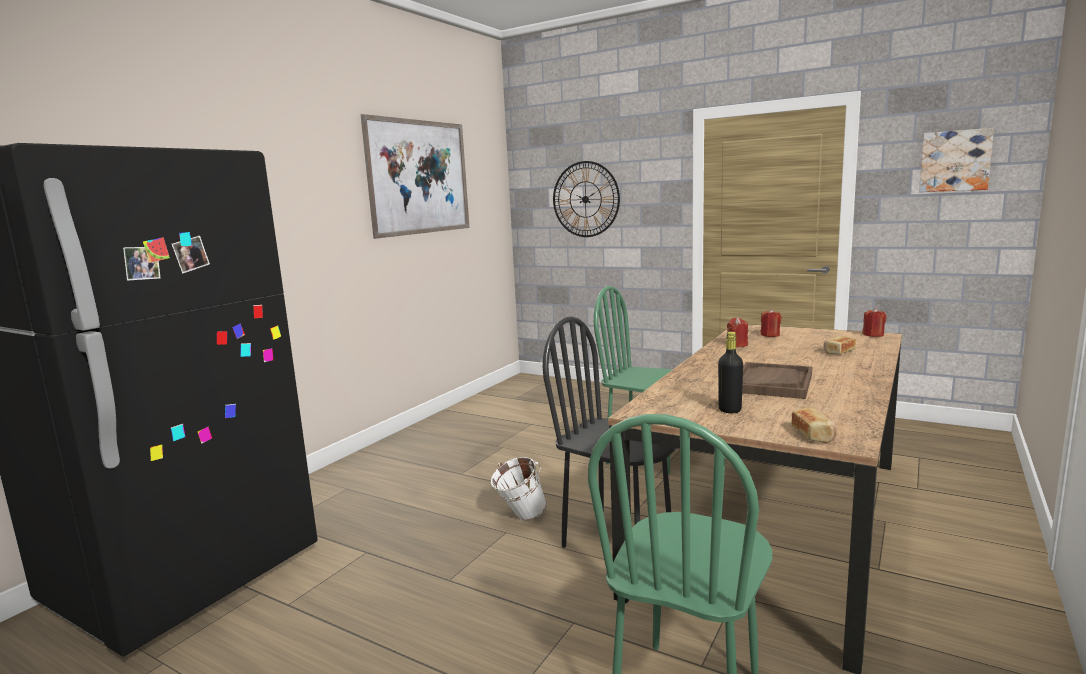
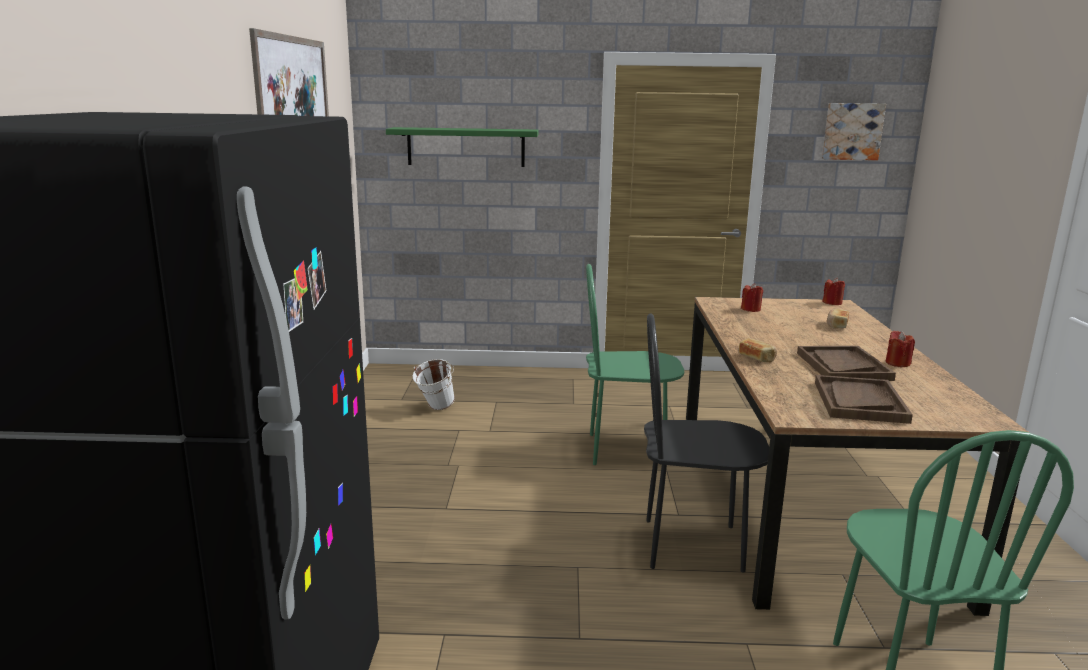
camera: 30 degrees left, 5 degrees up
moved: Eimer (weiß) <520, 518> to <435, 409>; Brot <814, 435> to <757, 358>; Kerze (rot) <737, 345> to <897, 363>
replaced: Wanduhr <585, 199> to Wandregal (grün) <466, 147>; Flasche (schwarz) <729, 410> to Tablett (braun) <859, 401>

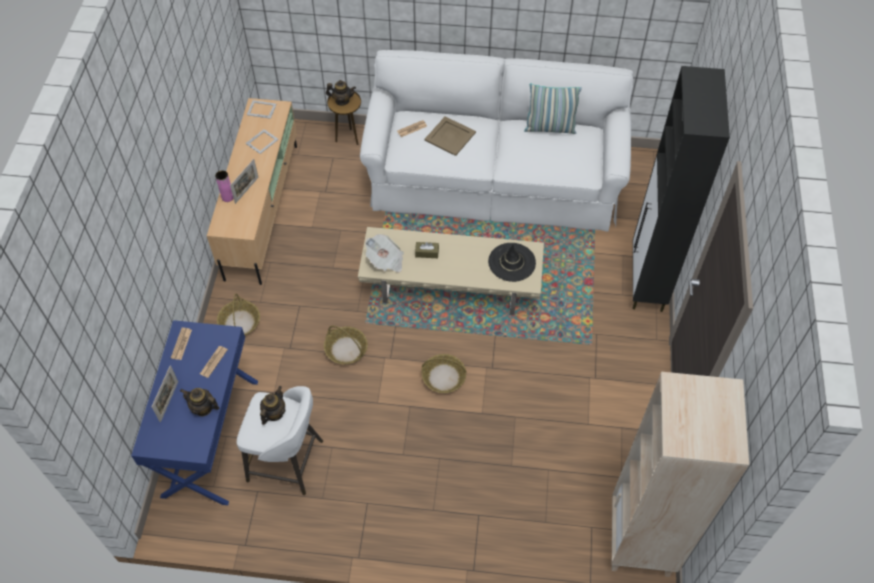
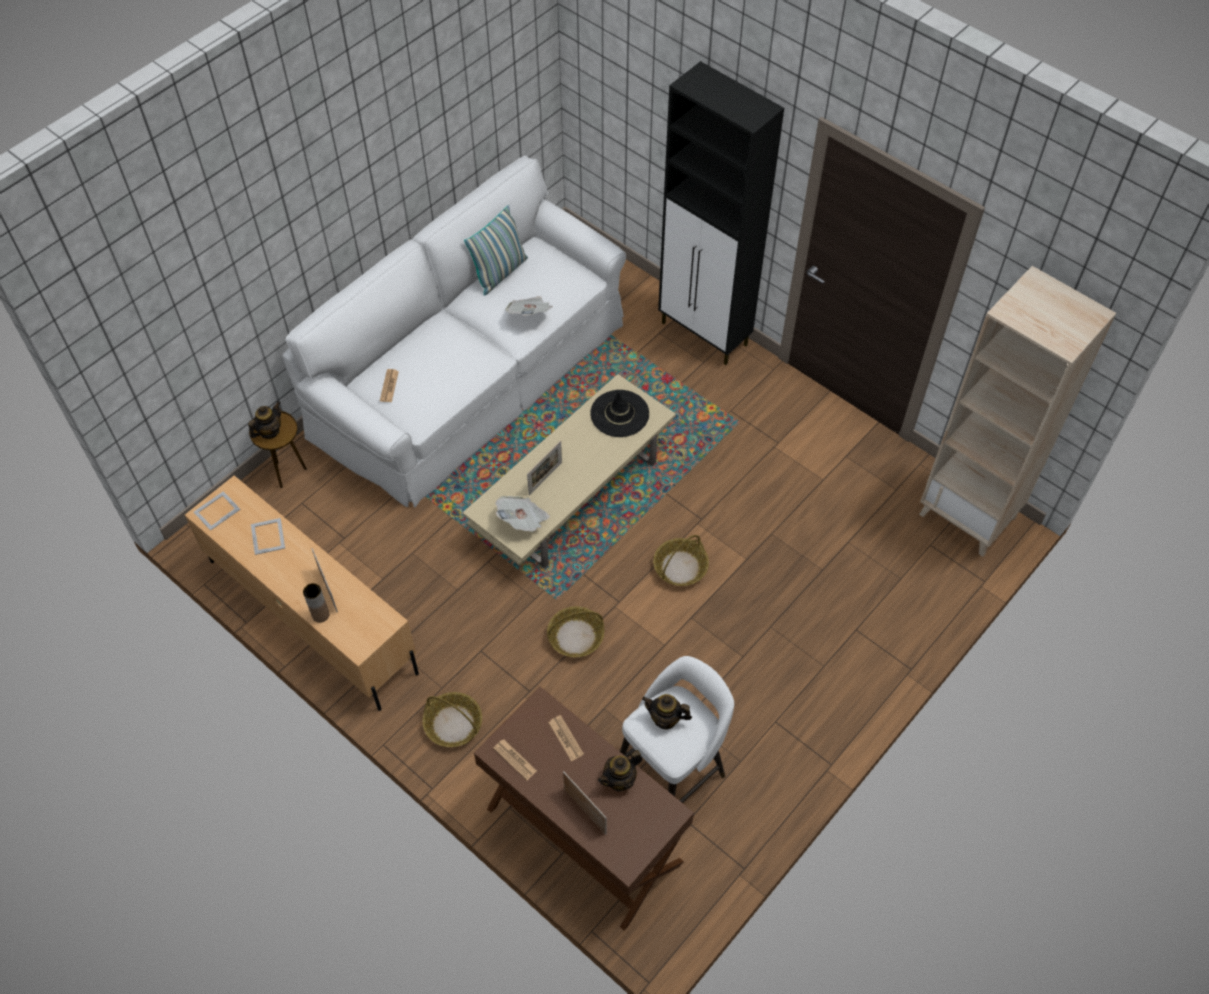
camera: 55 degrees left, 0 degrees up
removed: Tablett (beige) <450, 136>
added: Zeitung <530, 314>
replaced: Taschentuchbox (braun) <427, 253> to Bilderrahmen <545, 478>
recoloured: Vase (rosa) <227, 197> to Vase (braun) <320, 615>; Schreibtisch (blau) <209, 437> to Schreibtisch (braun) <583, 836>
turned: Teekanne <274, 413> = <665, 719> 45 degrees counterclockwise

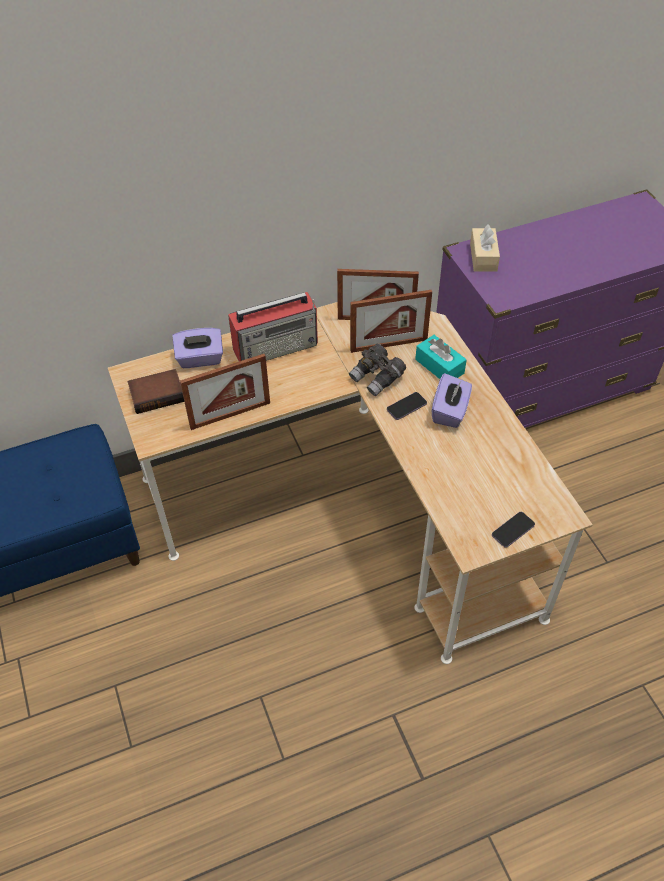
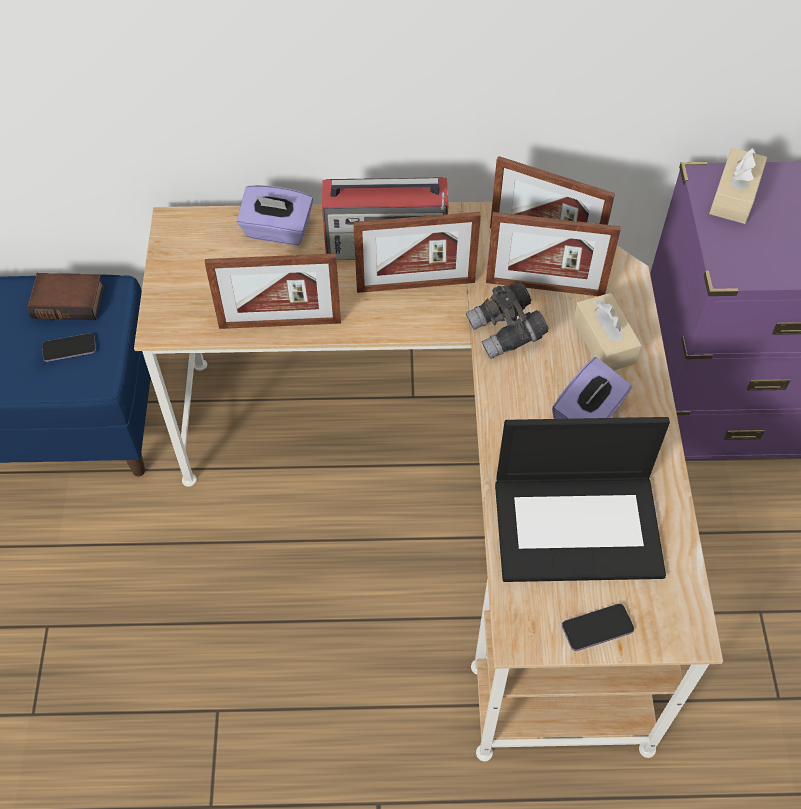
camera: 20 degrees right, 5 degrees up
added: Bilderrahmen <416, 285>; Laptop <579, 526>
moved: Buch <157, 394> to <69, 300>; Handy <406, 407> to <69, 348>
recoloured: Taschentuchbox (türkis) <439, 366> to Taschentuchbox (beige) <604, 342>

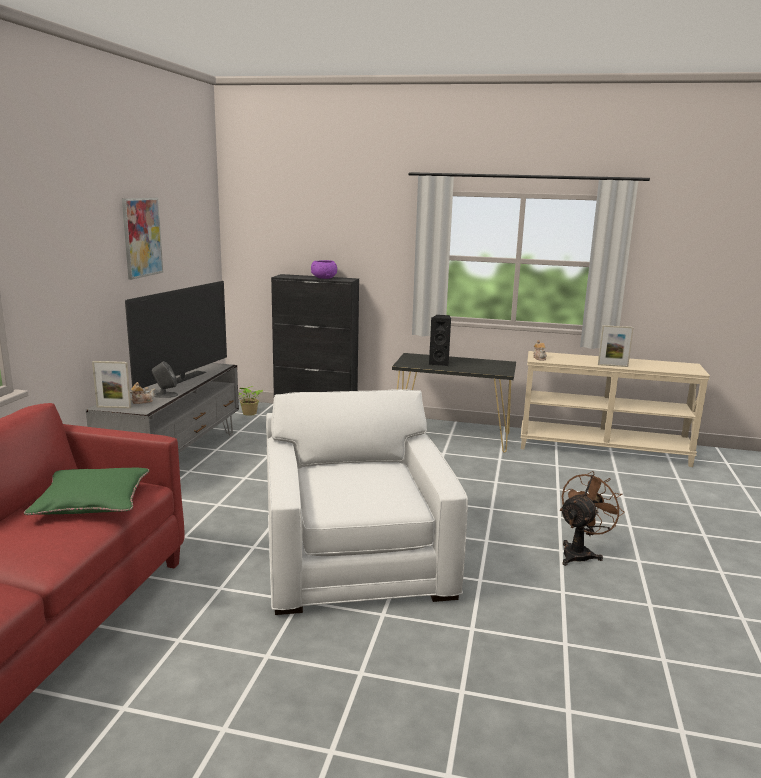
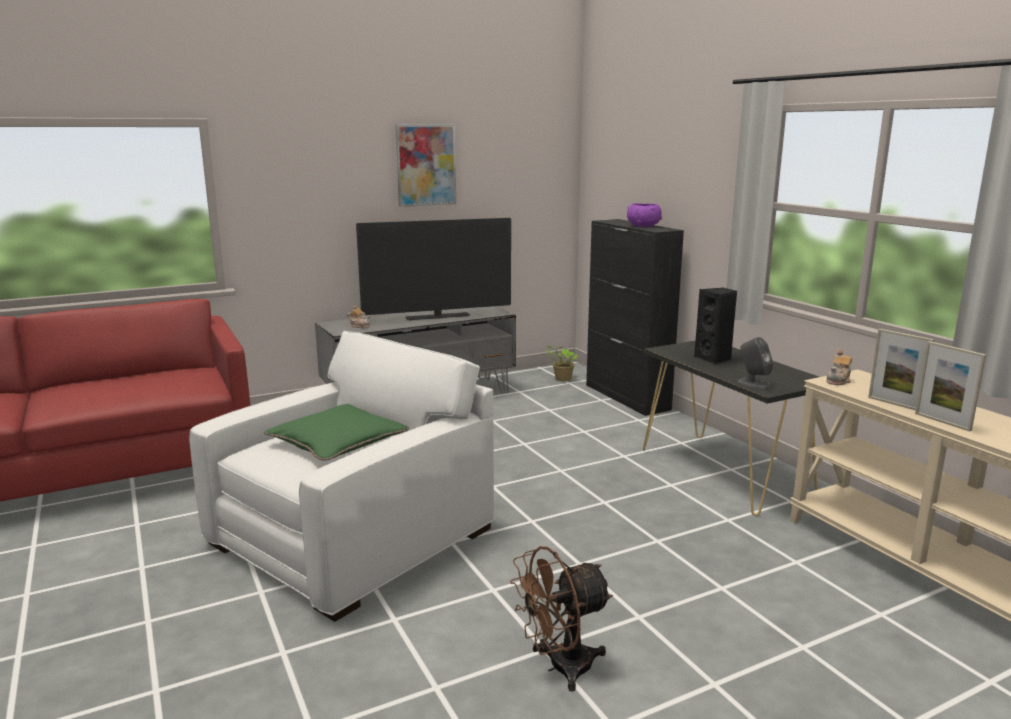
camera: 50 degrees right, 0 degrees up
moved: Kissen (grün) <92, 501> to <338, 442>; Lautsprecher (grau) <165, 395> to <753, 383>; Bilderrahmen <114, 407> to <894, 404>
turned: Ventilator (braun) <580, 553> = <560, 667> 150 degrees clockwise

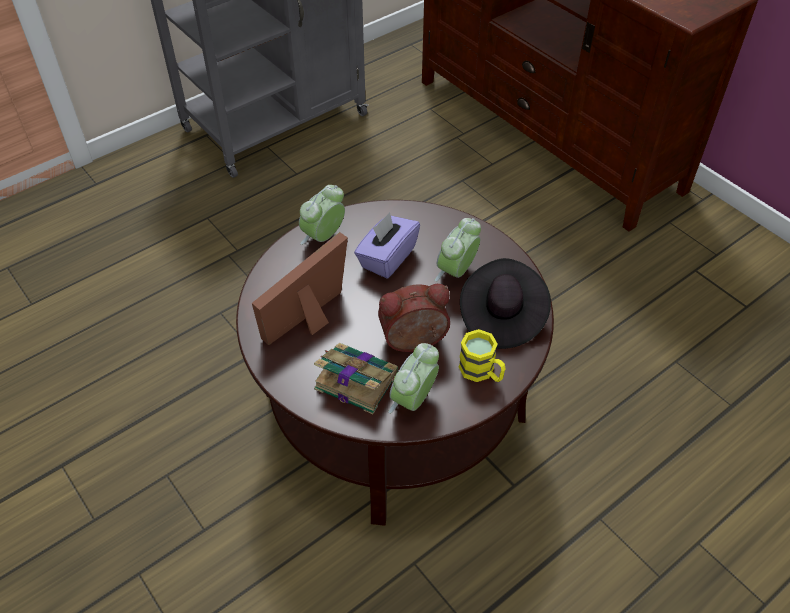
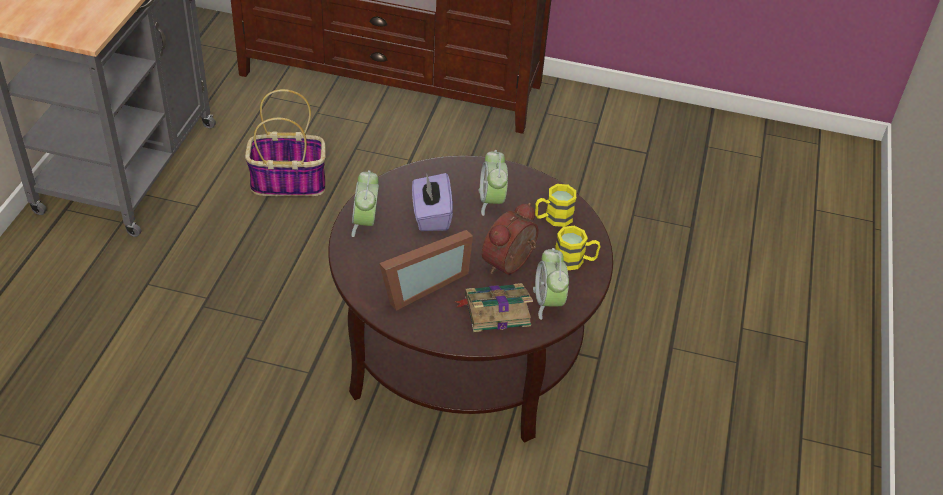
camera: 40 degrees left, 5 degrees down
added: Korb <289, 182>
replaced: Hut (schwarz) <501, 317> to Henkelbecher (gelb) <553, 218>
turned: Bilderrahmen <313, 317> = <420, 284> 135 degrees counterclockwise

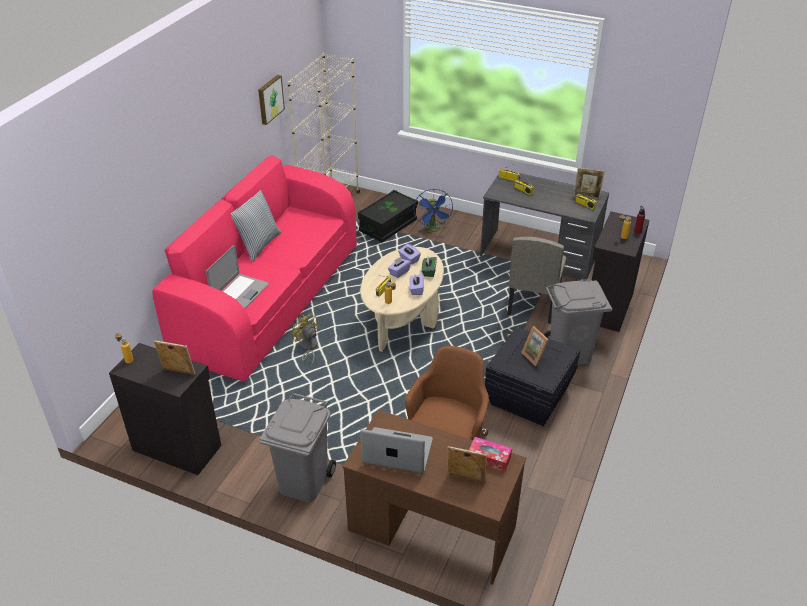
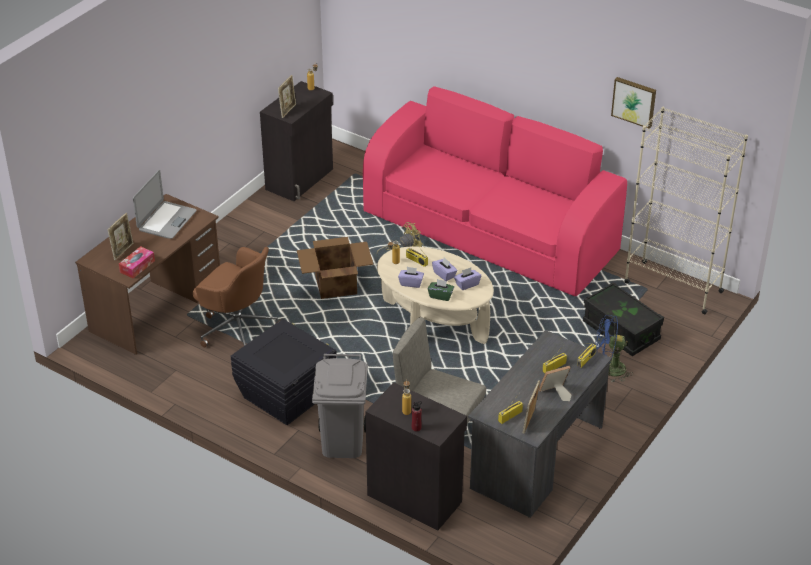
camera: 100 degrees right, 0 degrees up
removed: Laptop <240, 293>; Kissen <258, 245>; Mülleimer (grau) <302, 481>
added: Karton <335, 285>
moved: Bilderrahmen <535, 356> to <555, 393>

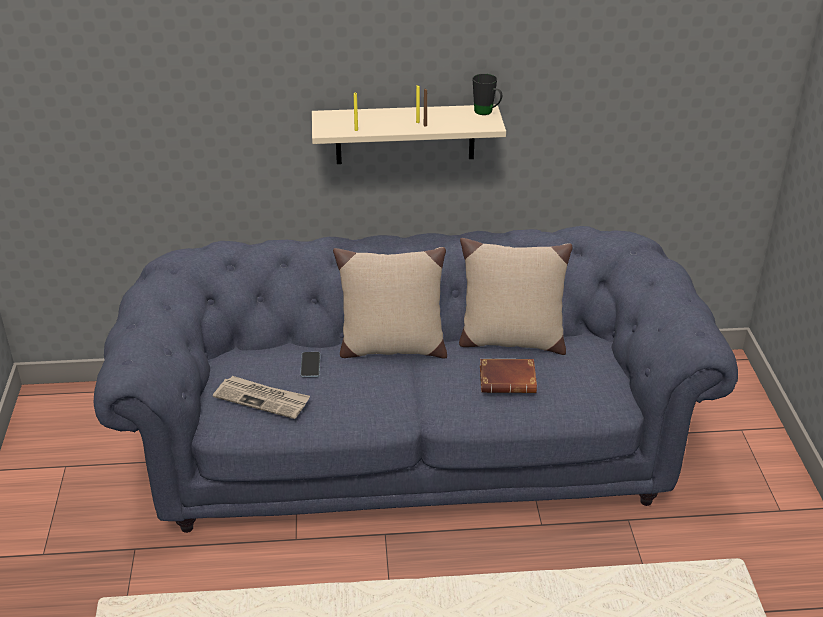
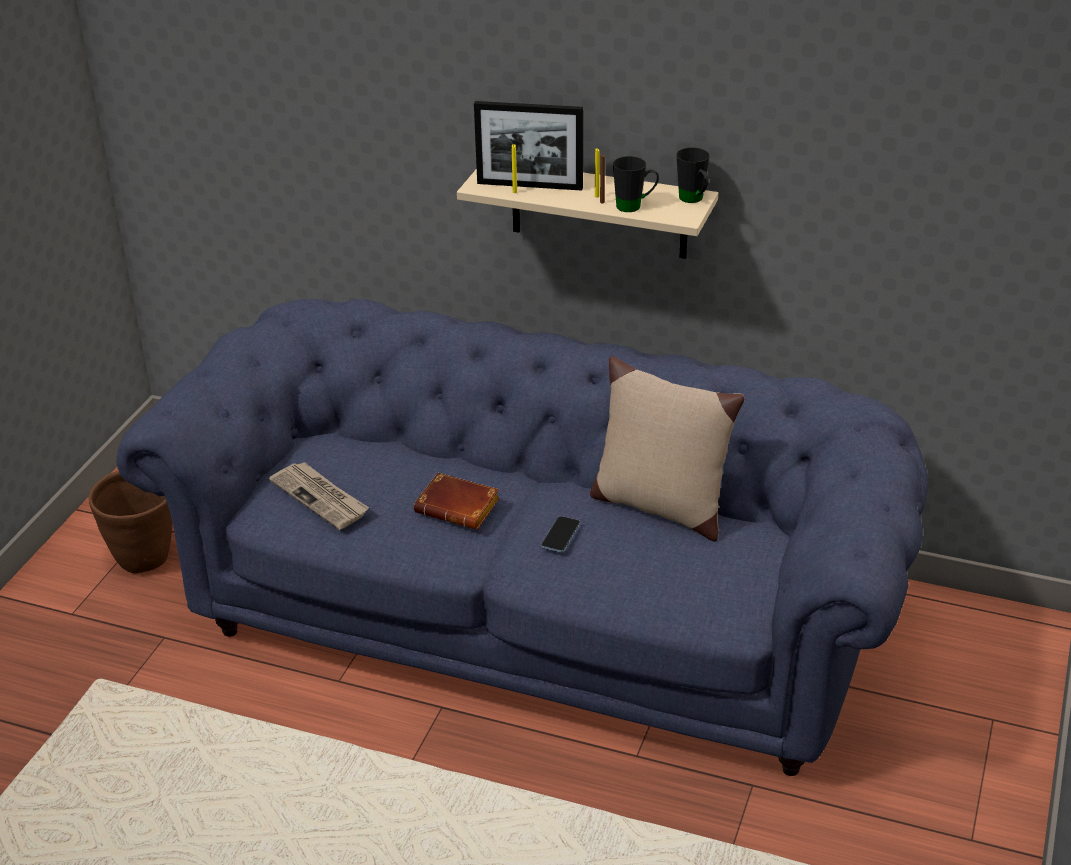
camera: 25 degrees right, 0 degrees up
removed: Kissen (beige) <391, 348>
added: Pflanzkübel (braun) <145, 559>; Bilderrahmen <529, 185>; Henkelbecher (schwarz) <635, 206>
moved: Buch (braun) <509, 380> to <460, 507>; Handy <310, 365> to <560, 536>

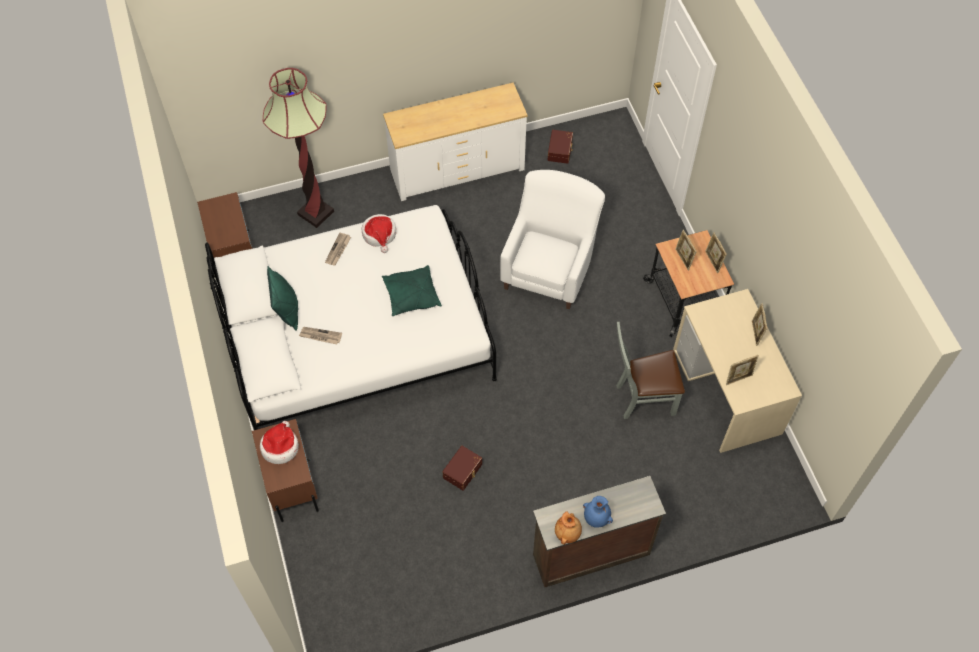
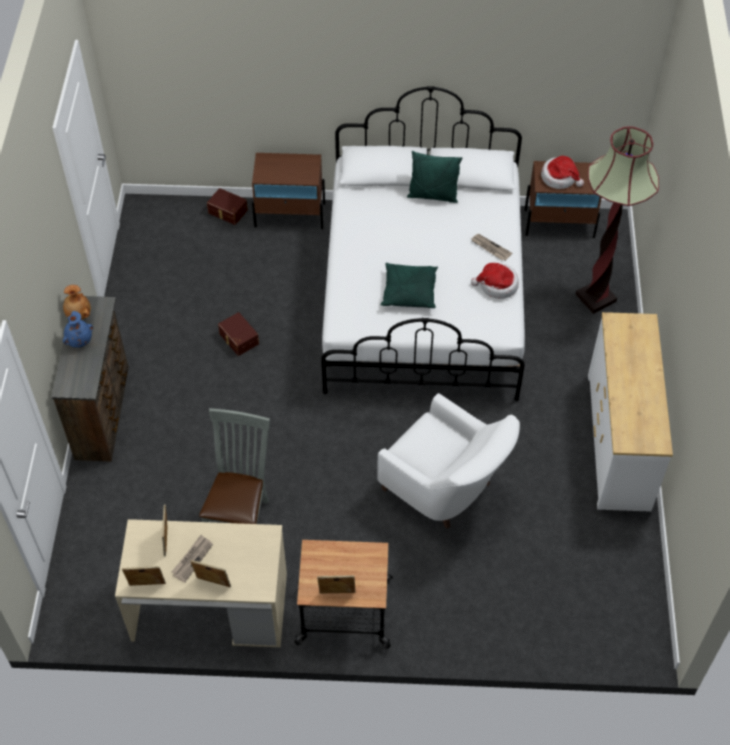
camera: 110 degrees right, 5 degrees down
moved: Bilderrahmen <683, 259> to <147, 585>; Zeitung <320, 336> to <192, 559>; Aufbewahrungsbox (braun) <560, 150> to <227, 212>; Hut <280, 446> to <559, 178>

